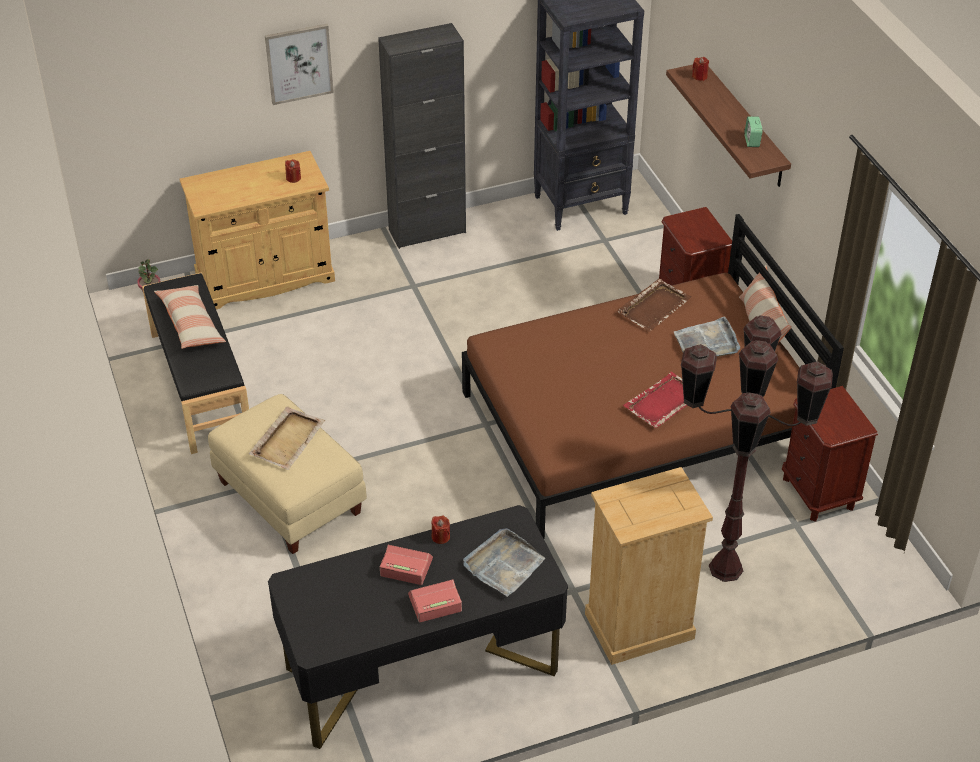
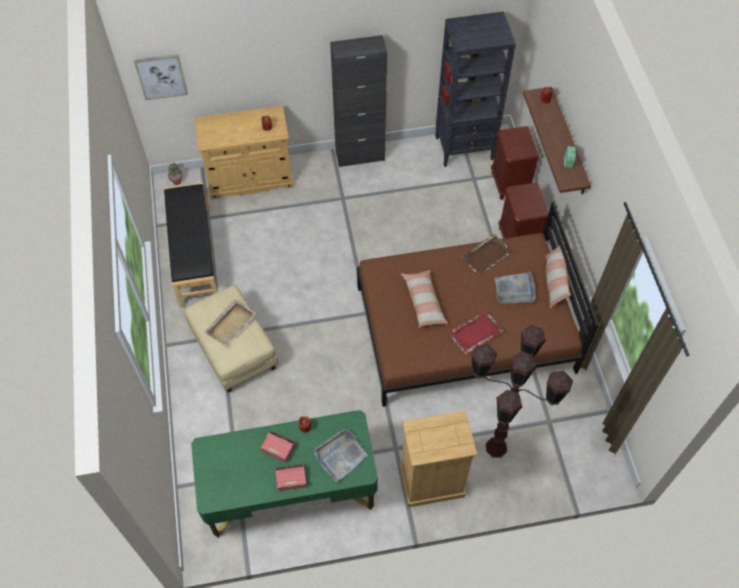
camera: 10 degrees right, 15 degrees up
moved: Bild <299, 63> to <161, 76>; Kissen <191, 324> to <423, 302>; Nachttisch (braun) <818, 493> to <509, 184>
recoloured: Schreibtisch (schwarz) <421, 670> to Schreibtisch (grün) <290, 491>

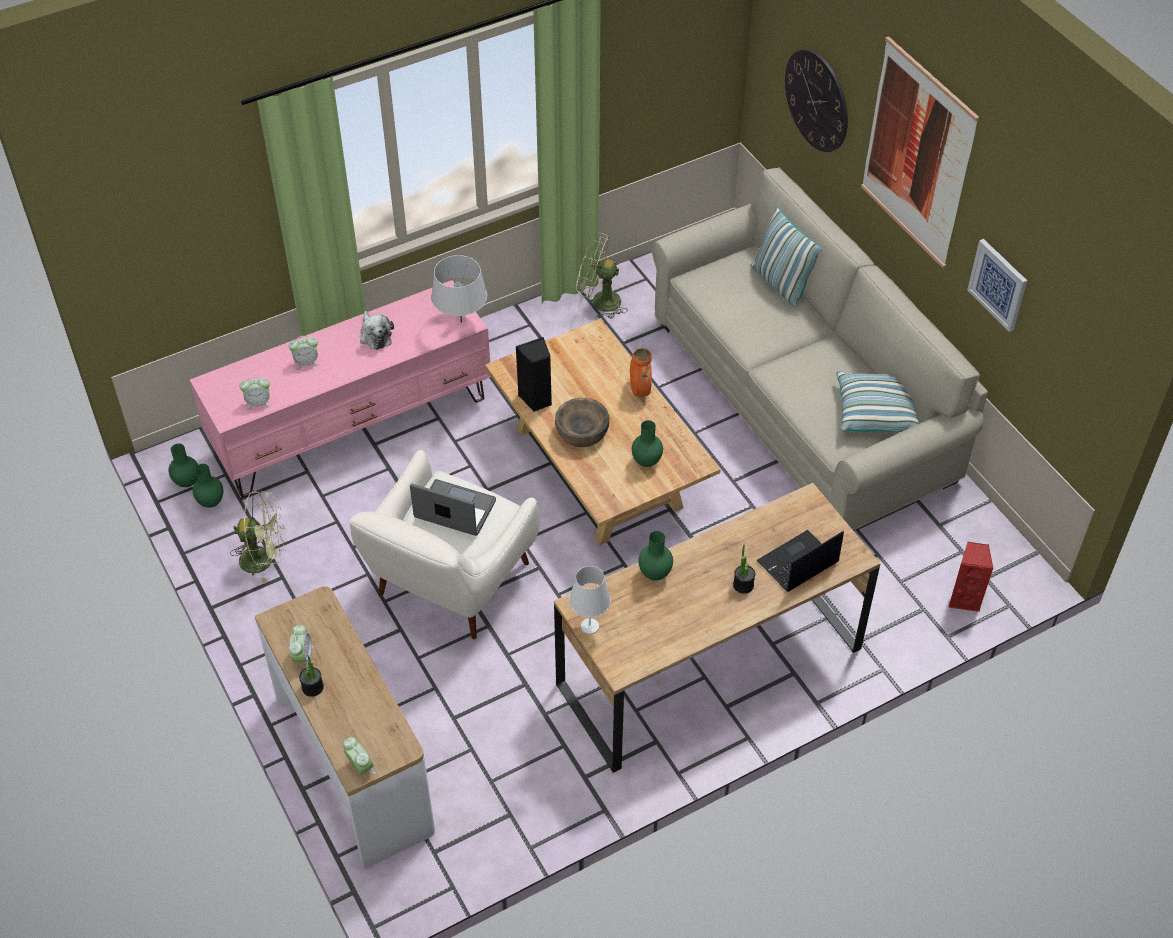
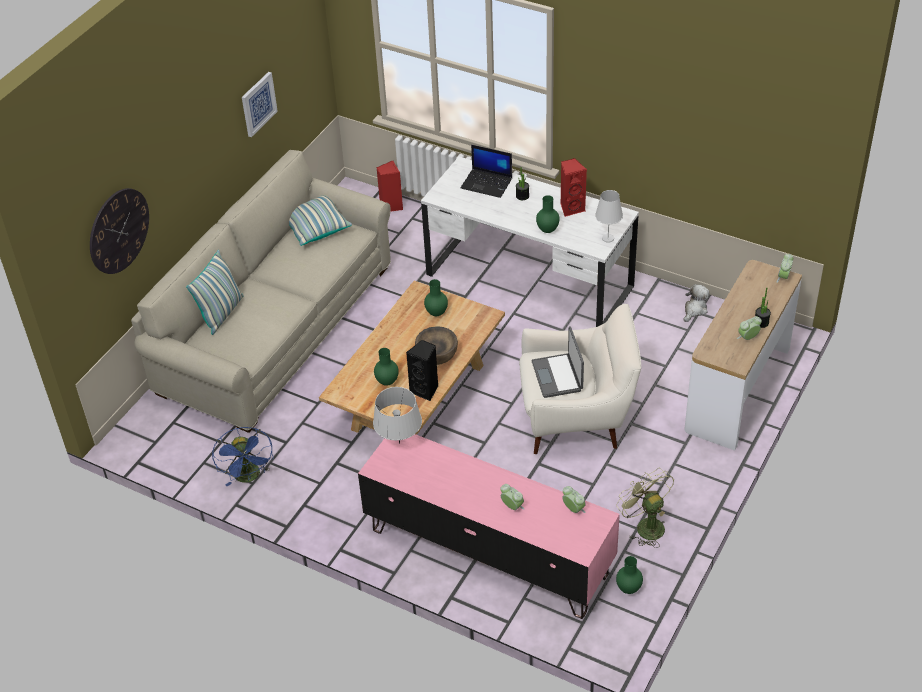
camera: 120 degrees left, 5 degrees down
removed: Vase (orange) <640, 390>; Bild <917, 153>
added: Lautsprecher (rot) <571, 208>
moved: Vase (grün) <187, 482> to <386, 382>; Plüschtier <375, 335> to <694, 310>
recoloured: Ventilator (grün) <599, 301> to Ventilator (blau) <249, 477>; Schreibtisch (braun) <709, 666> to Schreibtisch (weiß) <529, 281>

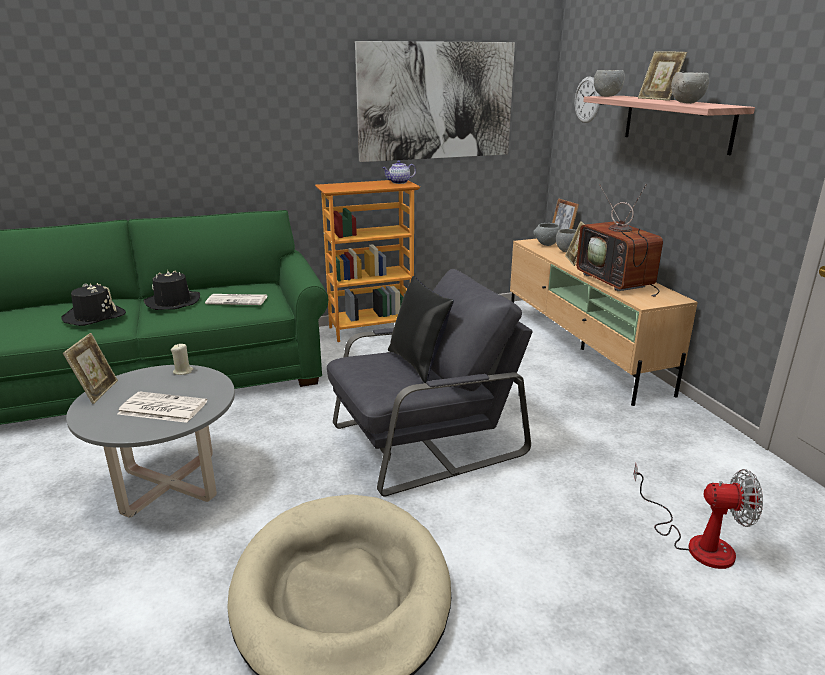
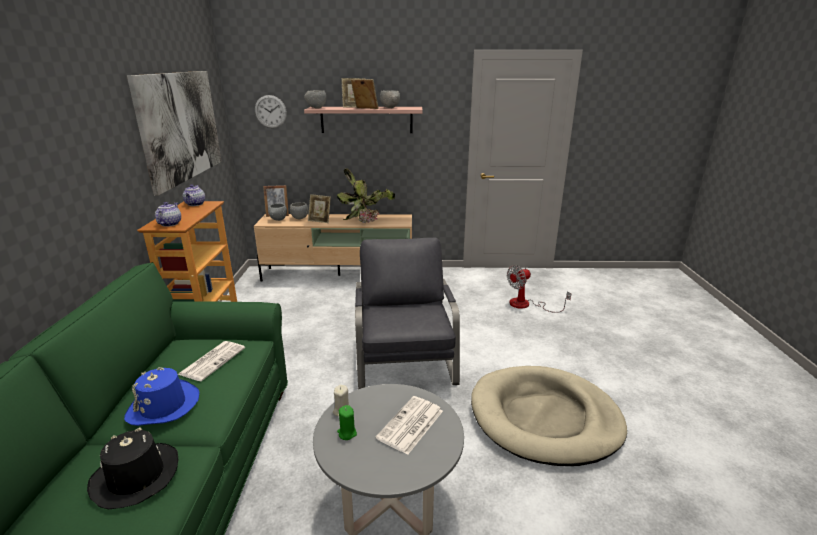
camera: 70 degrees left, 0 degrees up
removed: Kissen (schwarz) <419, 363>
added: Teekanne <170, 224>; Kerze (grün) <347, 433>
moved: Bilderrahmen <97, 391> to <365, 109>
replaced: Fernseher <618, 281> to Topfpflanze <367, 220>
recoloured: Hut (schwarz) <172, 302> to Hut (blau) <163, 406>
turned: Ventilator <696, 542> = <527, 305> 150 degrees counterclockwise

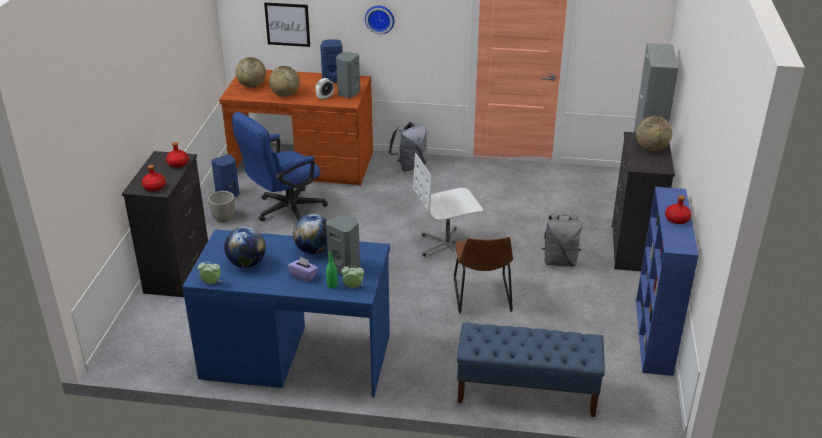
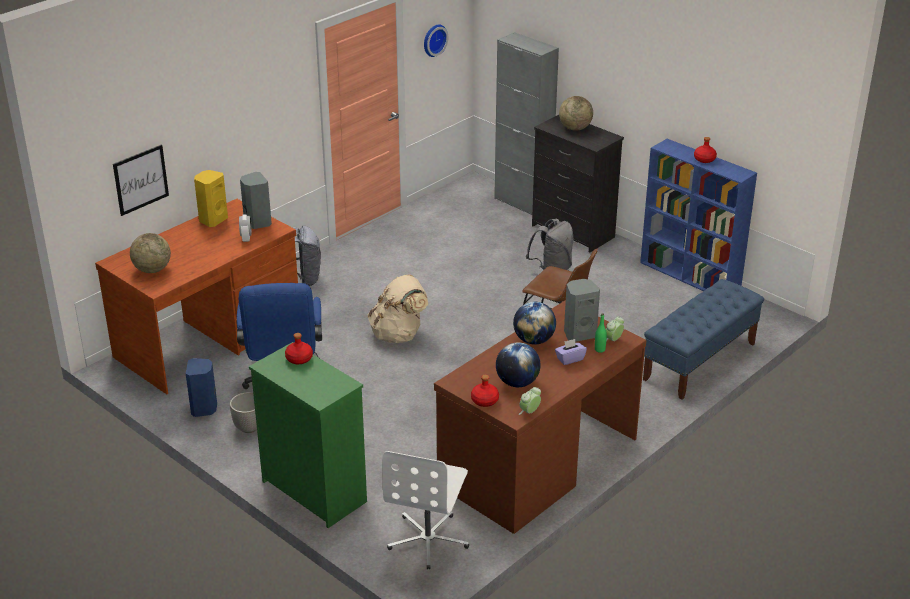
camera: 55 degrees left, 0 degrees up
removed: Globus <285, 95>
added: Rucksack (beige) <398, 334>
moved: Bürostuhl (weiß) <447, 246> to <428, 539>; Wanduhr <380, 18> to <433, 39>; Flasche (rot) <154, 187> to <484, 400>
recoloured: Lautsprecher (blau) <333, 79> to Lautsprecher (gelb) <212, 220>; Kommode (schwarz) <178, 271> to Kommode (grün) <314, 491>; Schreibtisch (blau) <296, 355> to Schreibtisch (braun) <537, 461>

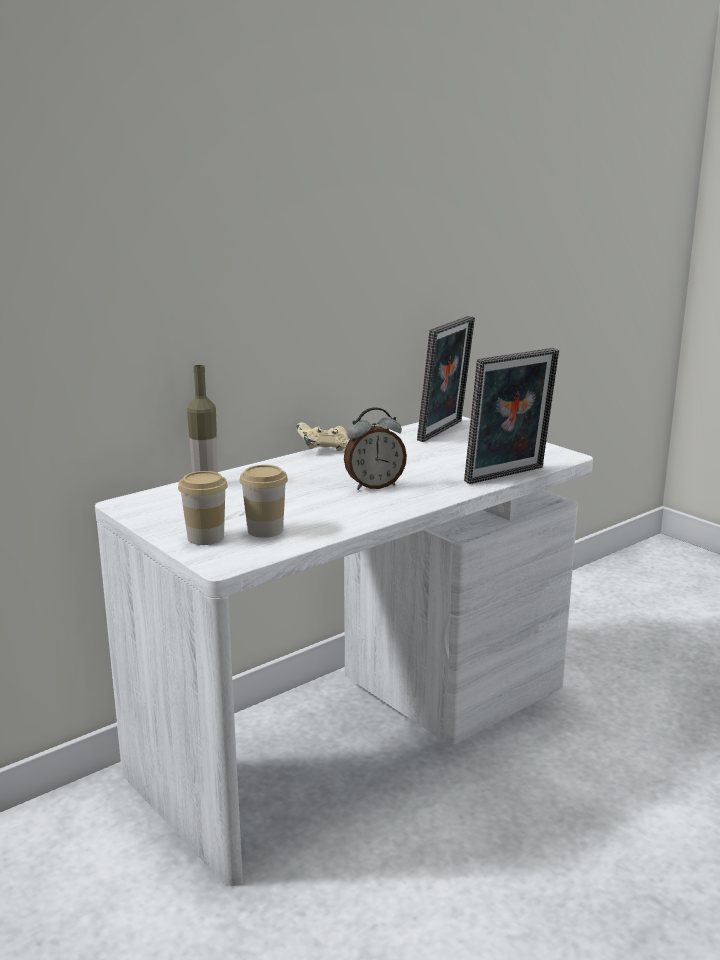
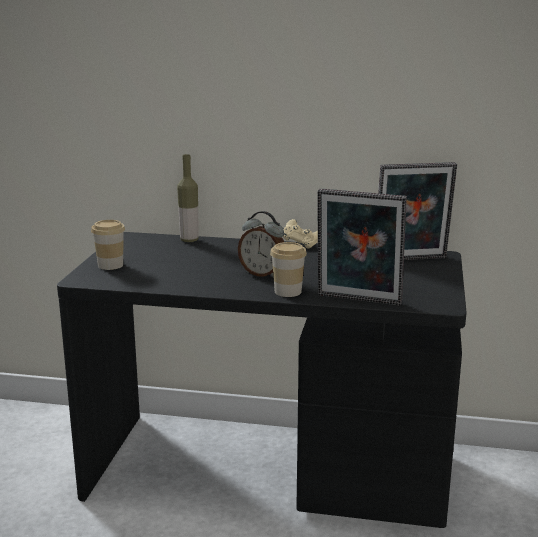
camera: 50 degrees right, 0 degrees up
moved: Tasse <265, 530> to <288, 292>
recoloured: Schreibtisch (weiß) <358, 733> to Schreibtisch (schwarz) <269, 472>

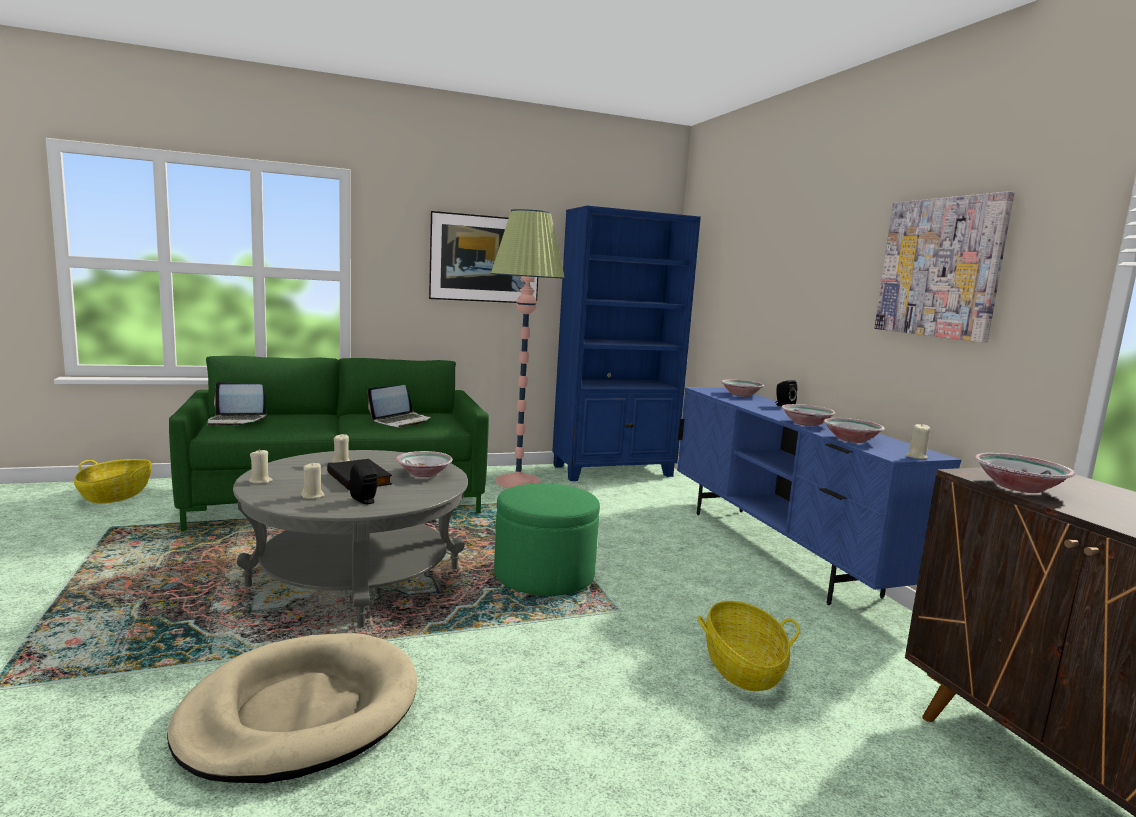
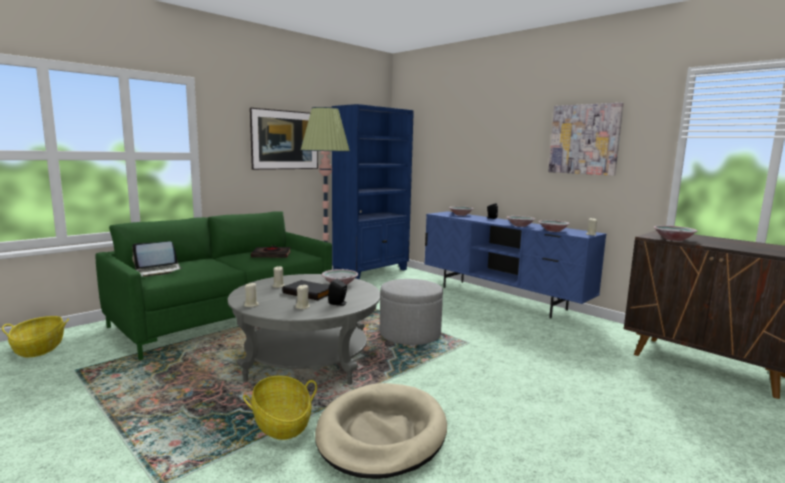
camera: 25 degrees left, 0 degrees up
moved: Korb <742, 667> to <281, 423>
replaced: Laptop <401, 421> to Buch (schwarz) <271, 255>
recoloured: Polsterhocker (grün) <544, 575> to Polsterhocker (grau) <410, 334>

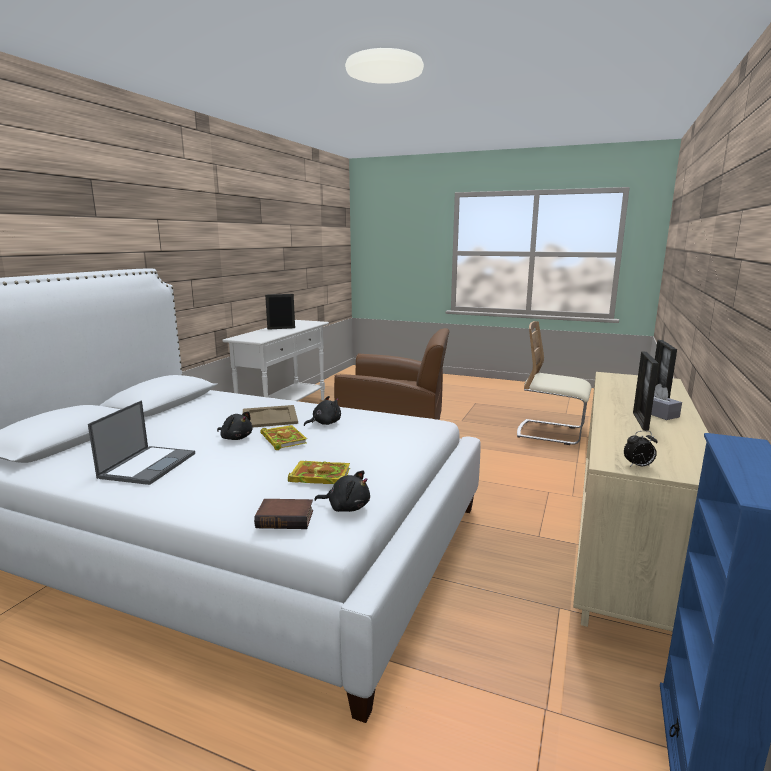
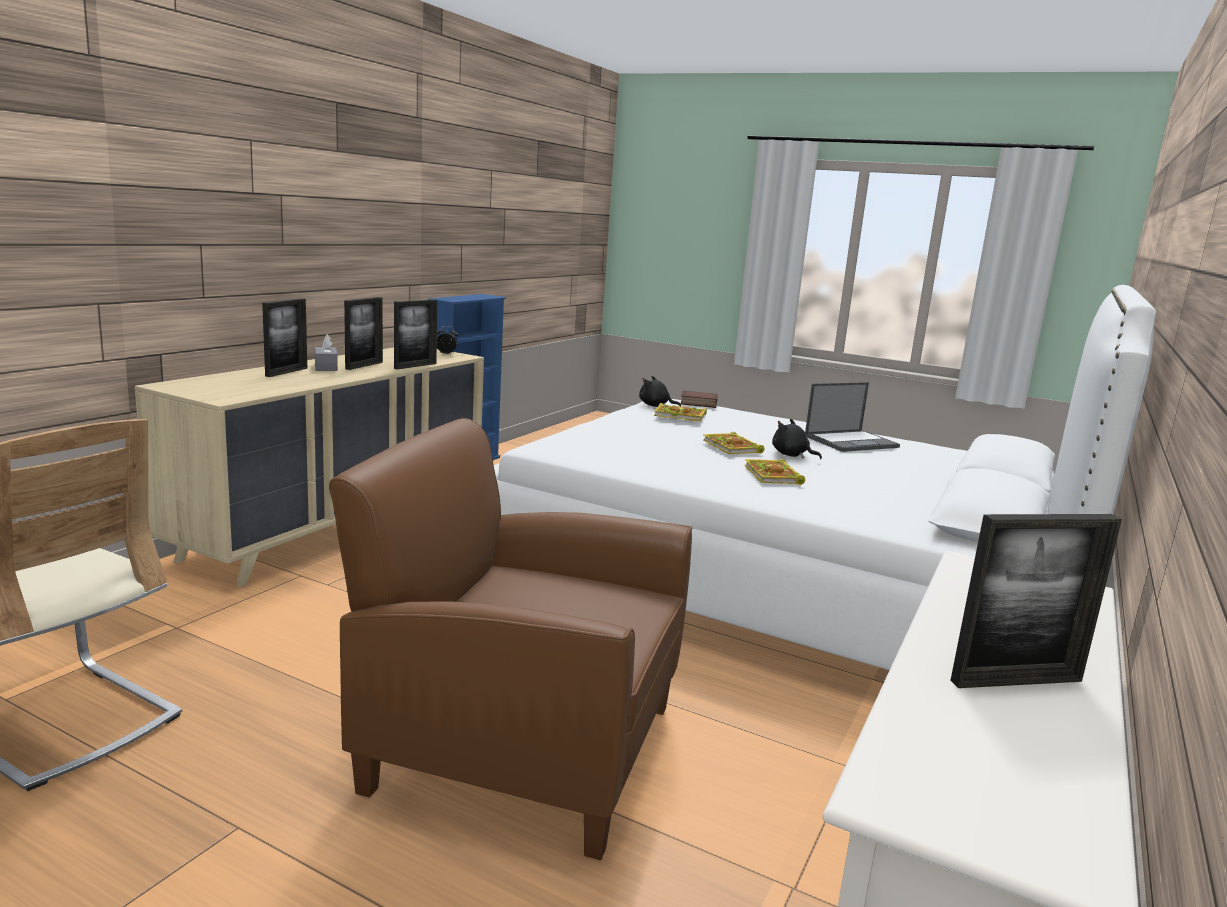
camera: 175 degrees left, 0 degrees up
removed: Plüschtier (schwarz) <325, 423>
added: Bilderrahmen <415, 366>
replaced: Tablett (beige) <269, 417> to Buch <773, 476>
turned: Laptop <148, 465> = <851, 441> 135 degrees counterclockwise

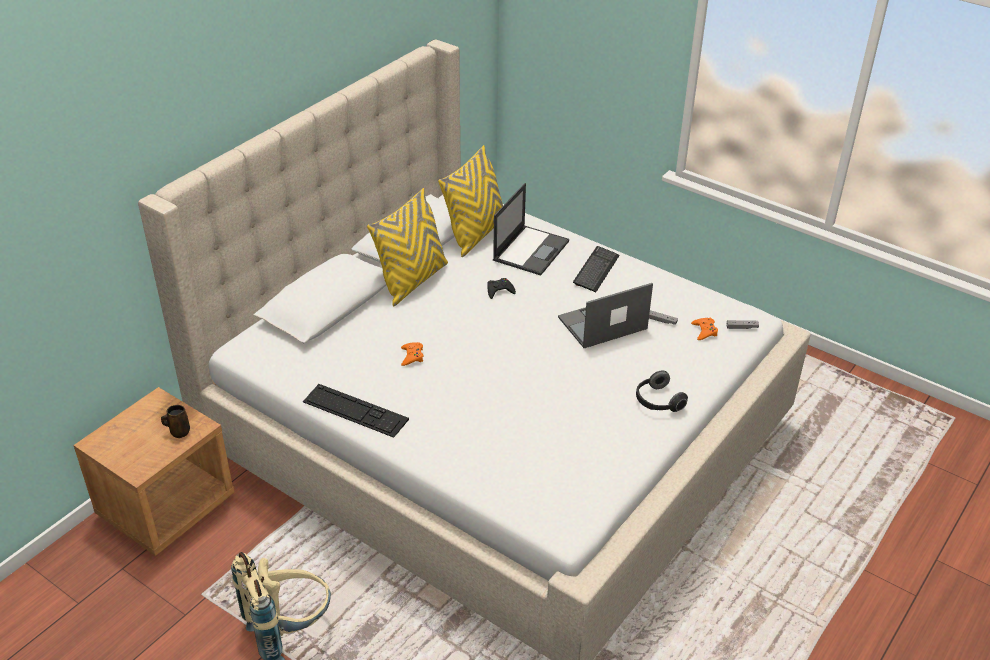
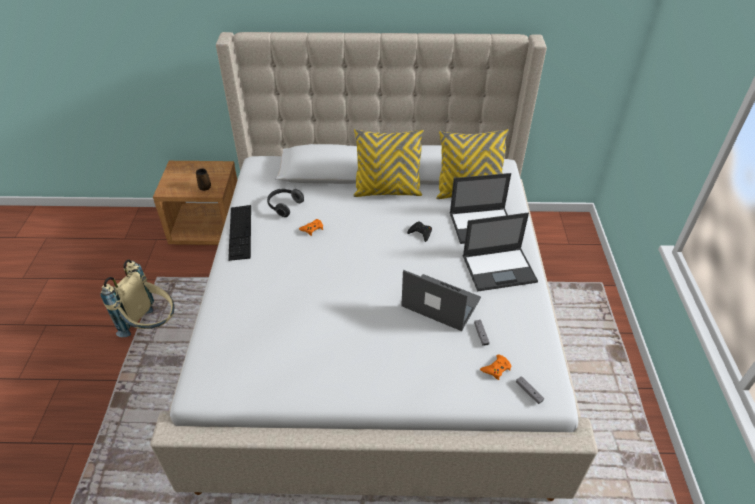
camera: 55 degrees right, 5 degrees up
moved: Kopfhörer <657, 402> to <284, 206>
replaced: Tastatur <596, 270> to Laptop <499, 269>

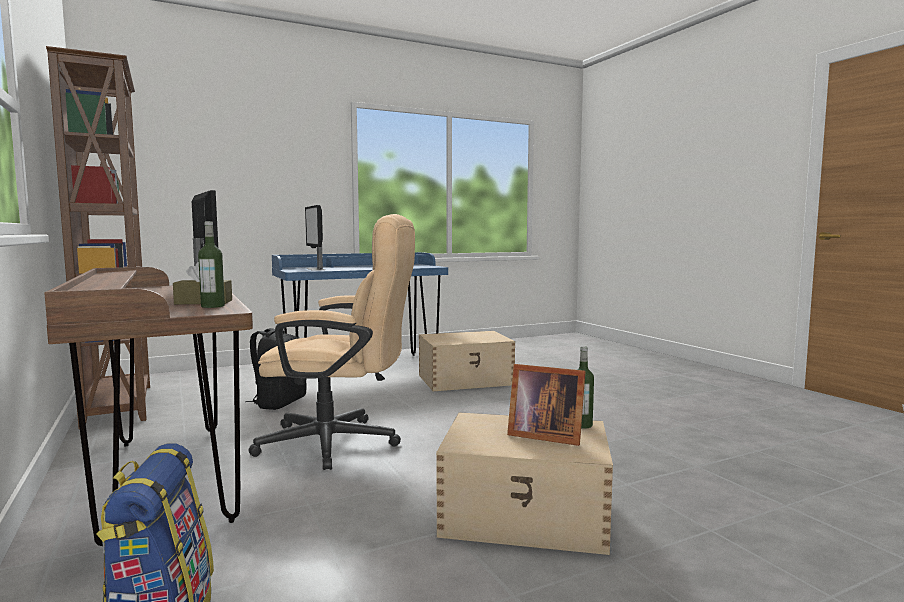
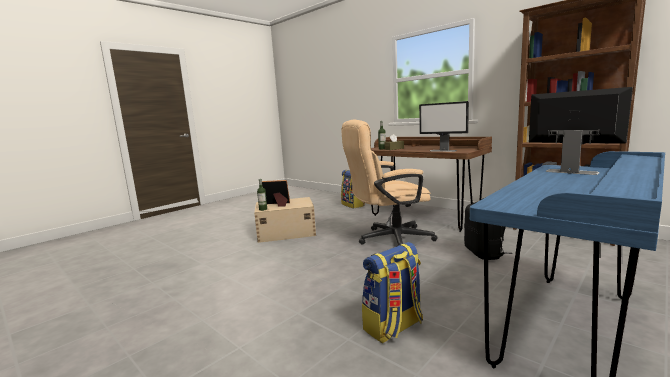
camera: 160 degrees right, 5 degrees up
replaced: Aufbewahrungsbox (beige) <466, 380> to Rucksack <393, 327>

